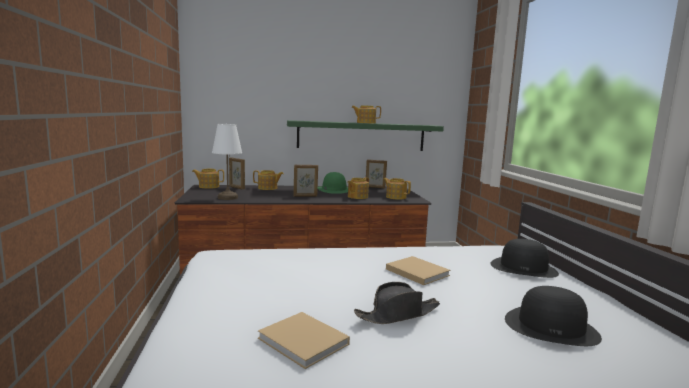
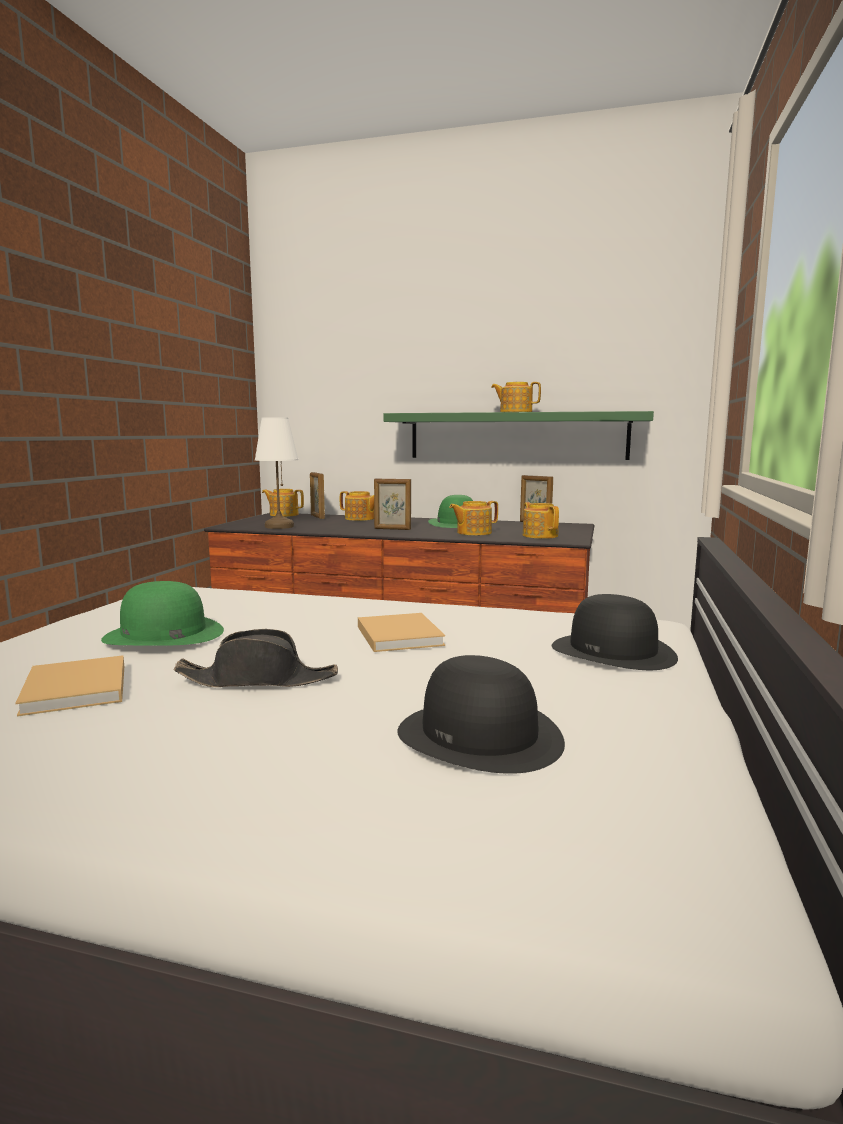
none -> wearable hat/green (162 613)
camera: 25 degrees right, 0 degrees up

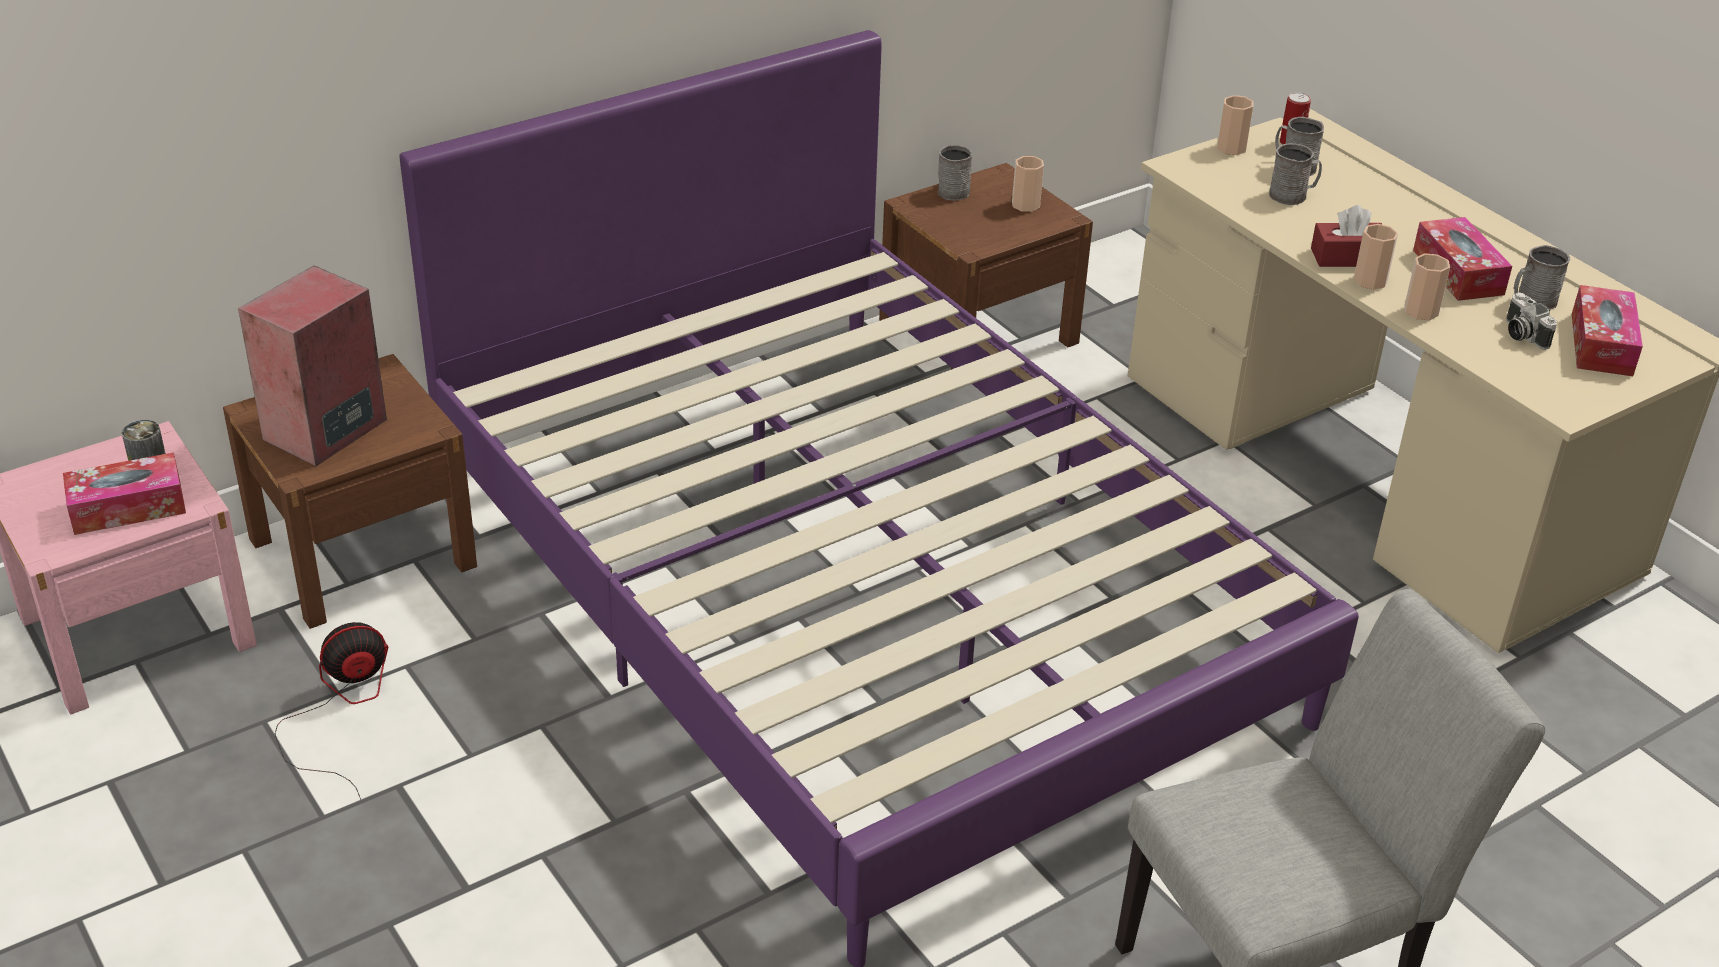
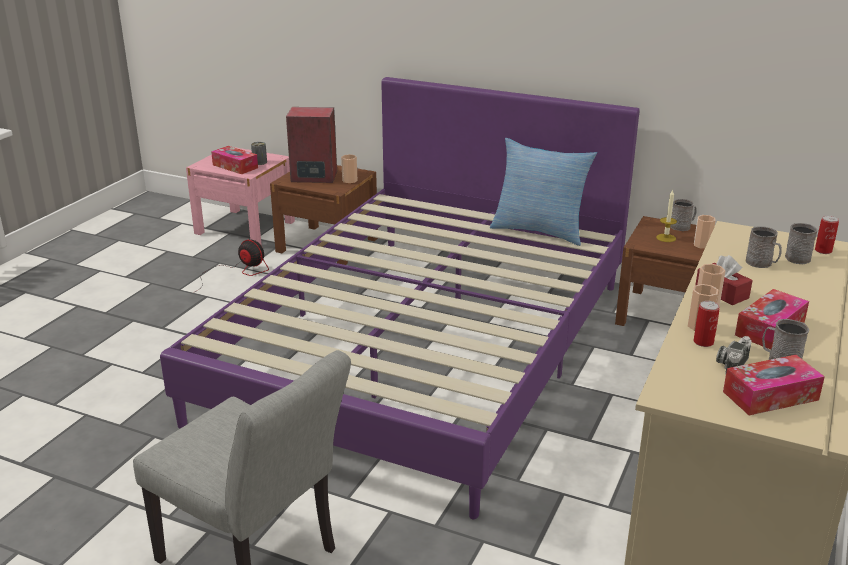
none -> pillow (543 192)
none -> wax candle (666 216)
none -> sealed can (707 324)
small cup (1235 125) -> small cup (349 168), moved
camera: 60 degrees right, 10 degrees down

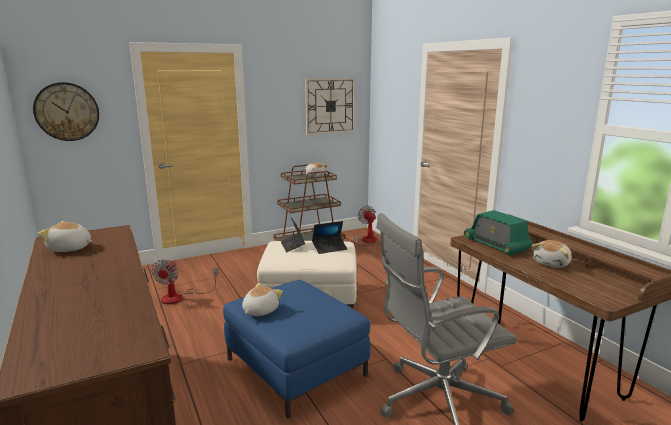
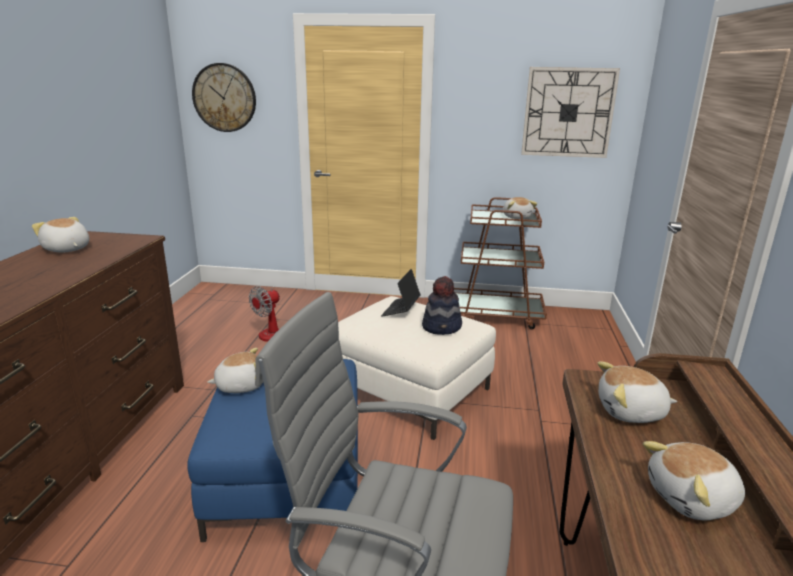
electric fan (365 226) -> none
notebook computer (329 237) -> wearable hat (442 305)
radio set (498 233) -> cuddly toy (637 392)
camera: 35 degrees right, 5 degrees up

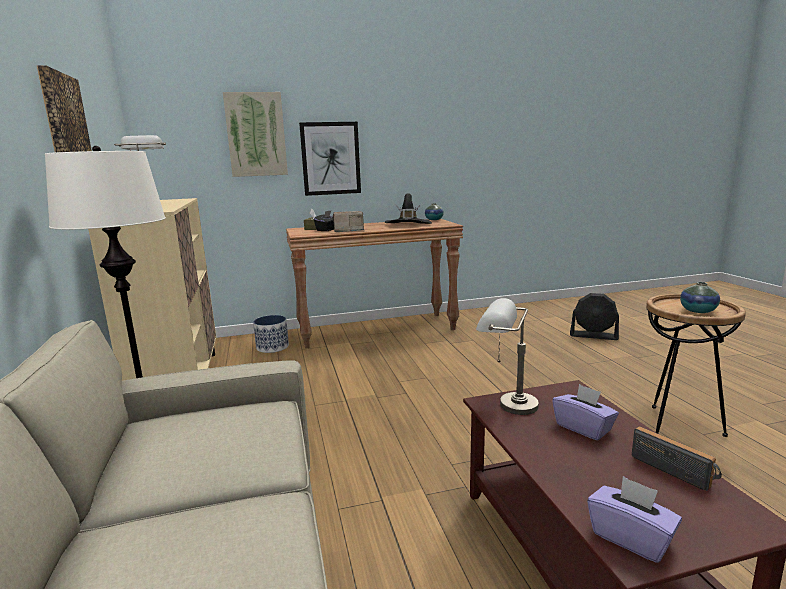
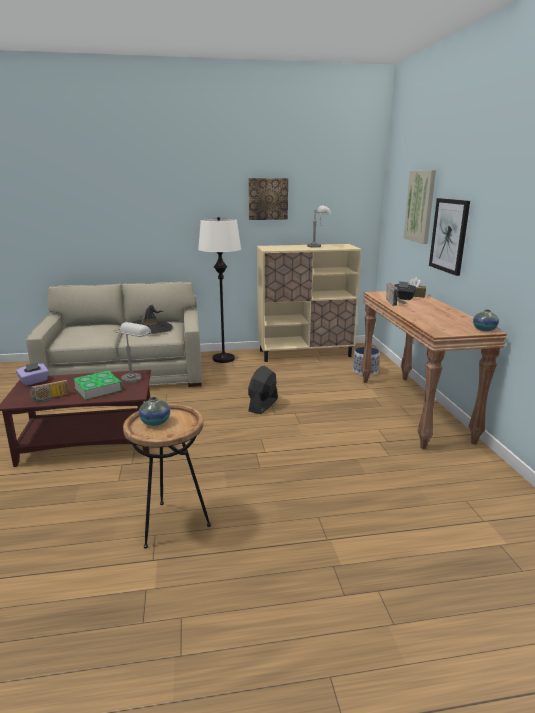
wearable hat/black-coloured (408 208) -> wearable hat/black-coloured (153 319), moved
electric fan/black-coloured (594 316) -> electric fan/black-coloured (263 390), moved
box of tissues/purple-coloured (585 412) -> volume (97 385)
camera: 95 degrees right, 5 degrees up

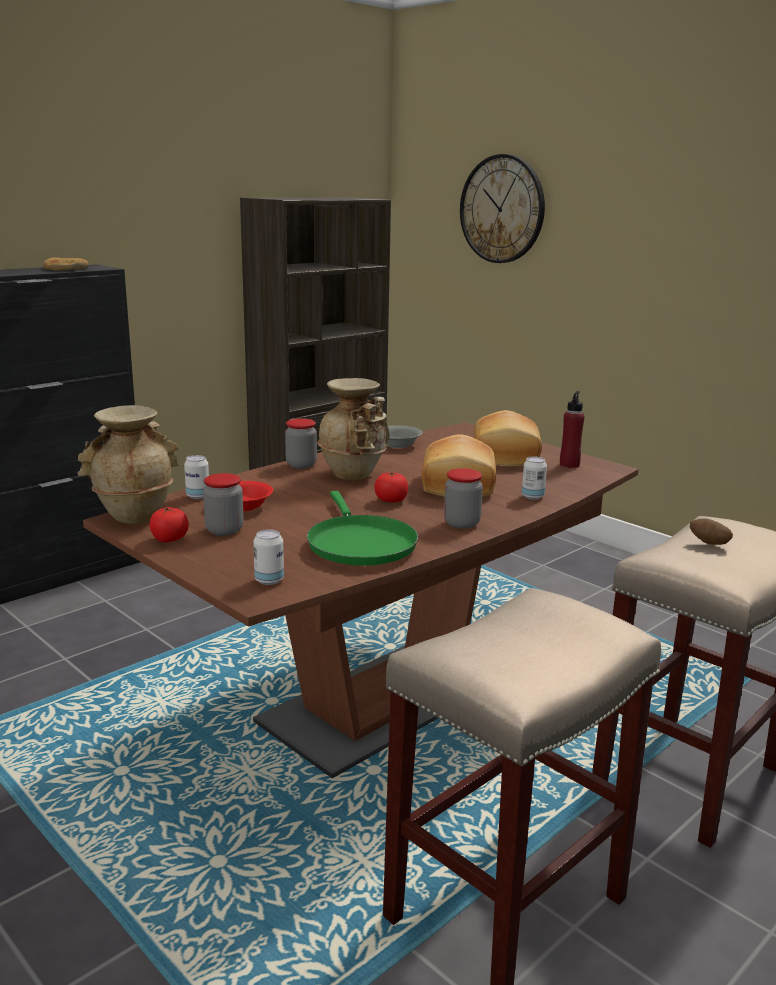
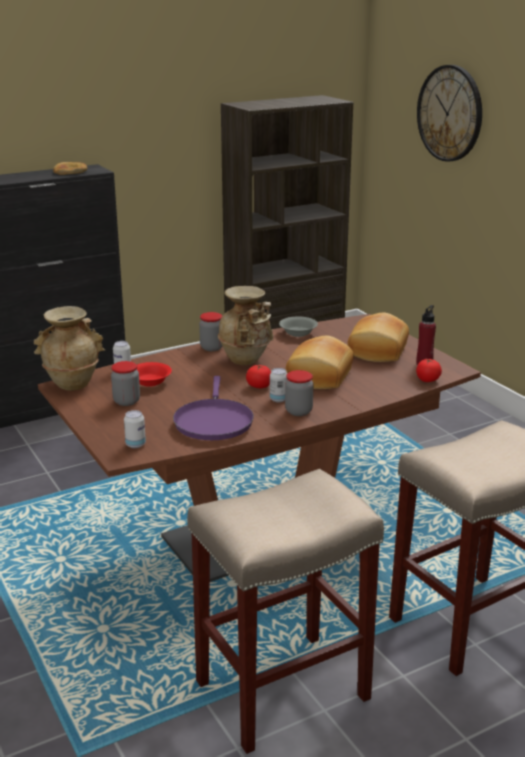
spud (711 532) -> none
fresh tomato (169 524) -> fresh tomato (429 370), moved
sealed can (534 478) -> sealed can (278 385), moved
pan/green (362 528) -> pan/purple-coloured (213 408)
camera: 15 degrees right, 5 degrees up

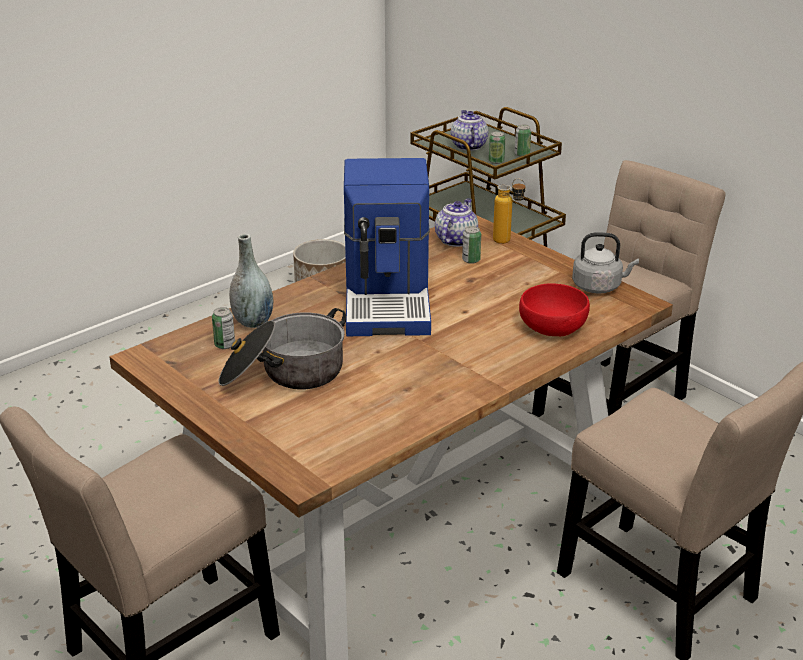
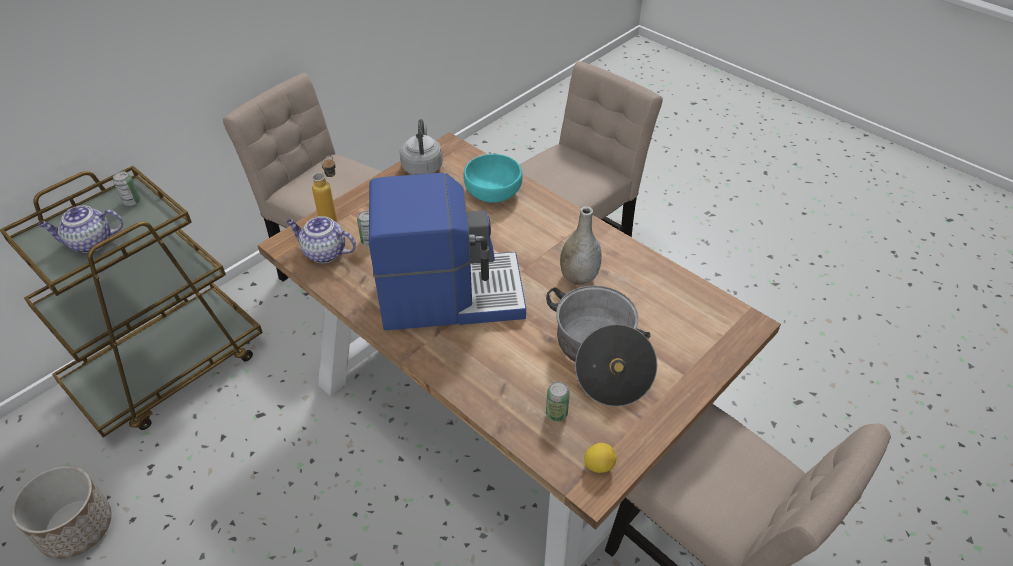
sealed can (497 147) -> none
none -> whole lemon (600 458)
vase/gray (251 281) -> vase/gray (580 246), moved
deep dish/reddish (554 309) -> deep dish/blue-green (493 178)
camera: 95 degrees left, 15 degrees up

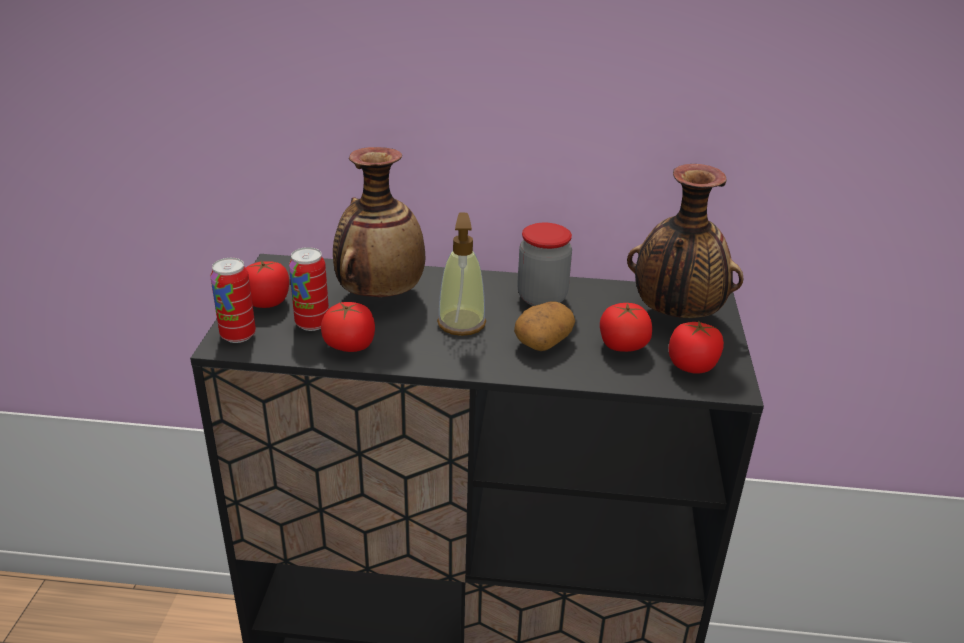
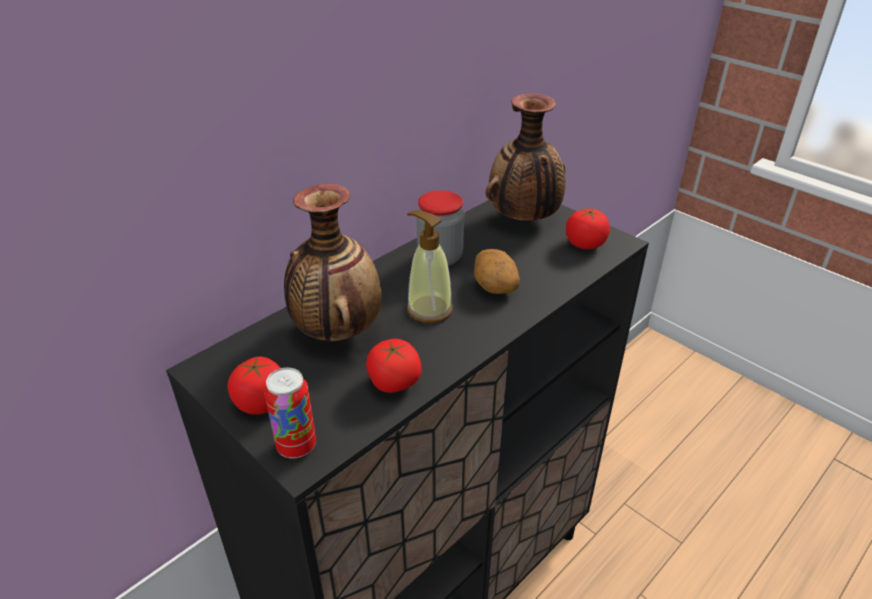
sealed can (309 289) -> none
fresh tomato (626 327) -> none
camera: 50 degrees left, 5 degrees up

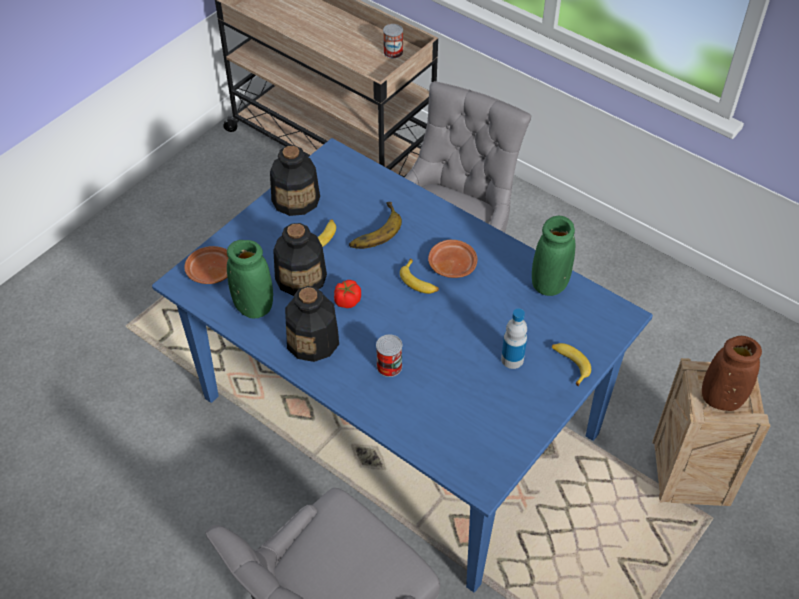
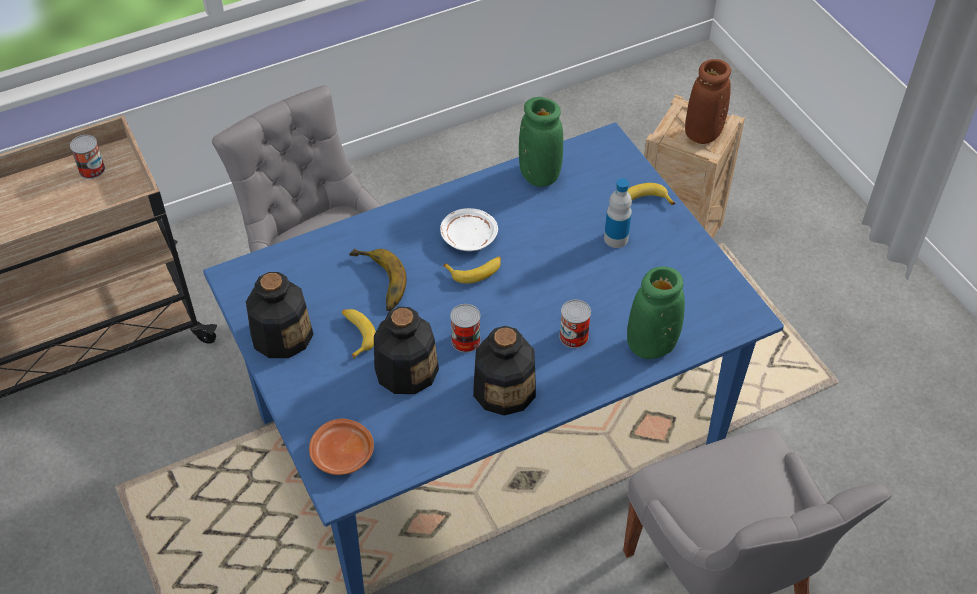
vase/green (250 279) -> vase/green (656 313), moved
fresh tomato (347 294) -> sealed can (465 328)
flat dish/brown-coloured (452 259) -> flat dish/white-coloured (469 229)
camera: 65 degrees left, 0 degrees up

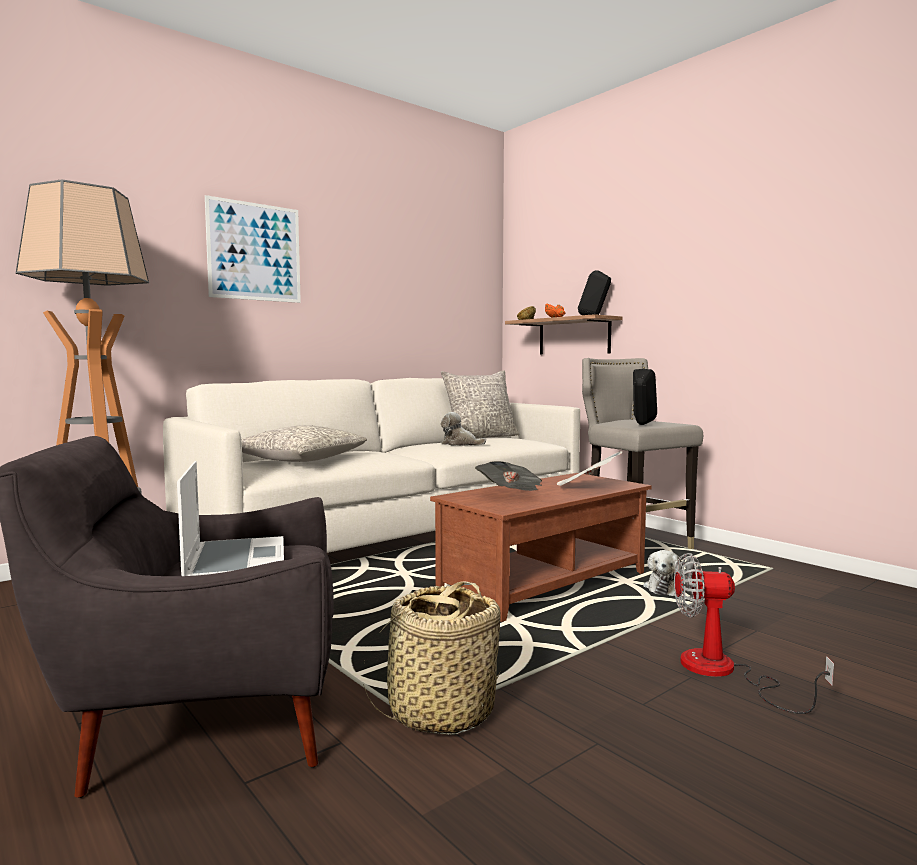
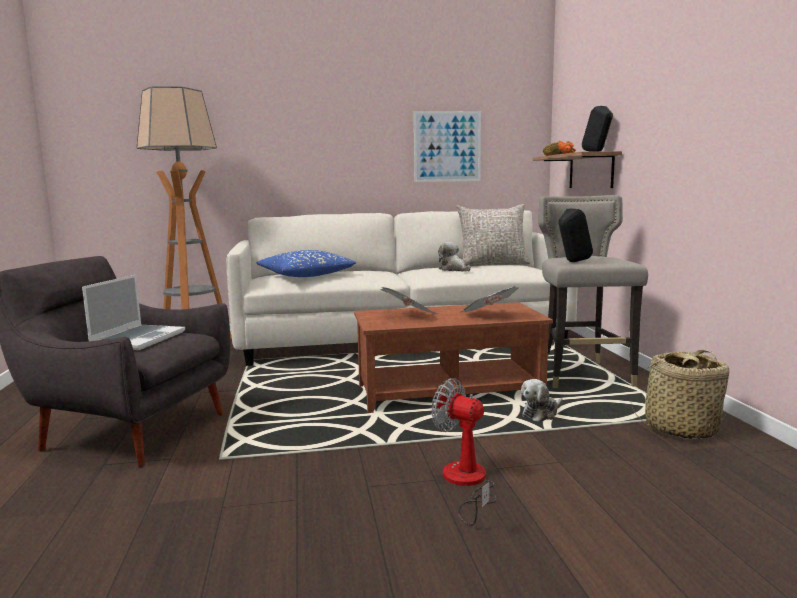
picture (253 249) -> picture (447 146), moved
basket (432 658) -> basket (680 395), moved
pillow/gray (304 443) -> pillow/blue (306 263)
camera: 30 degrees right, 5 degrees up

